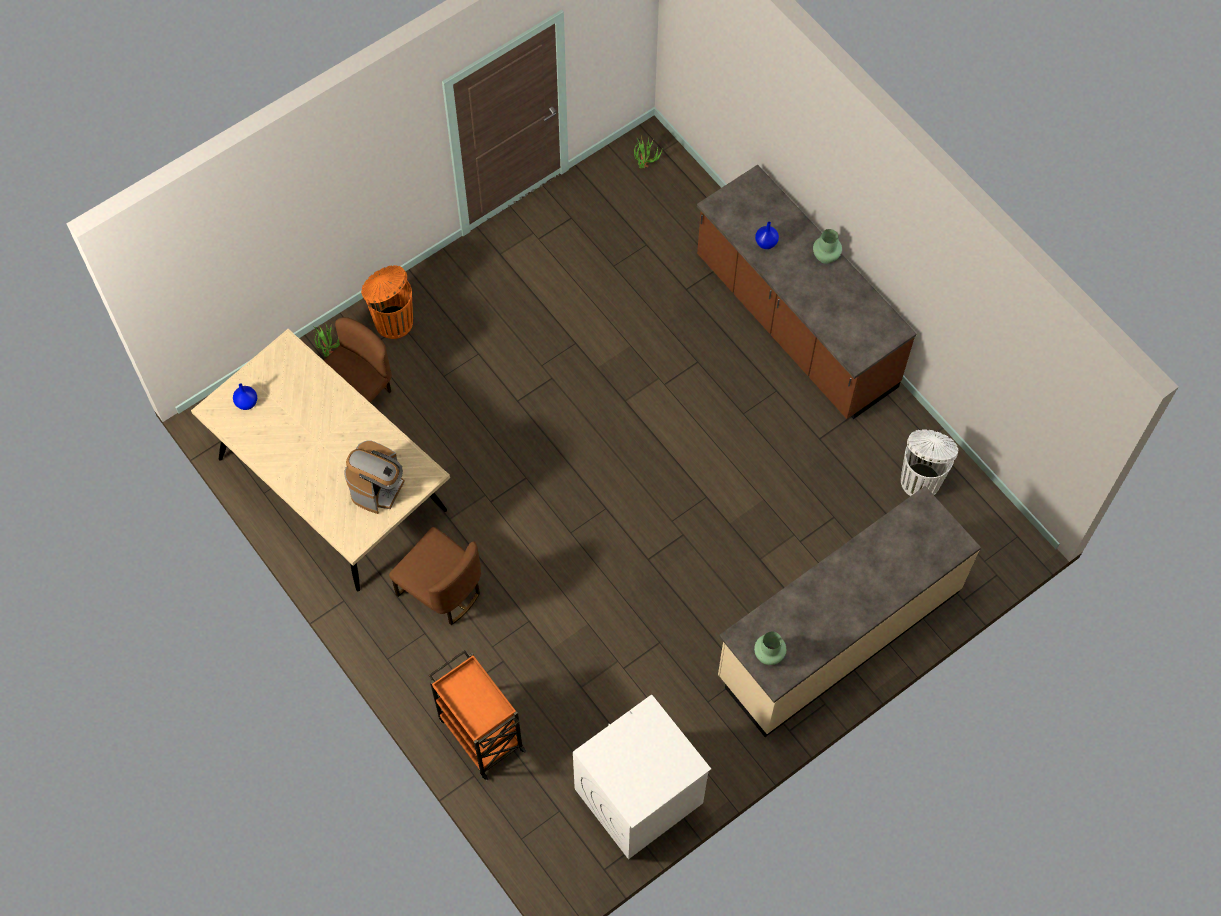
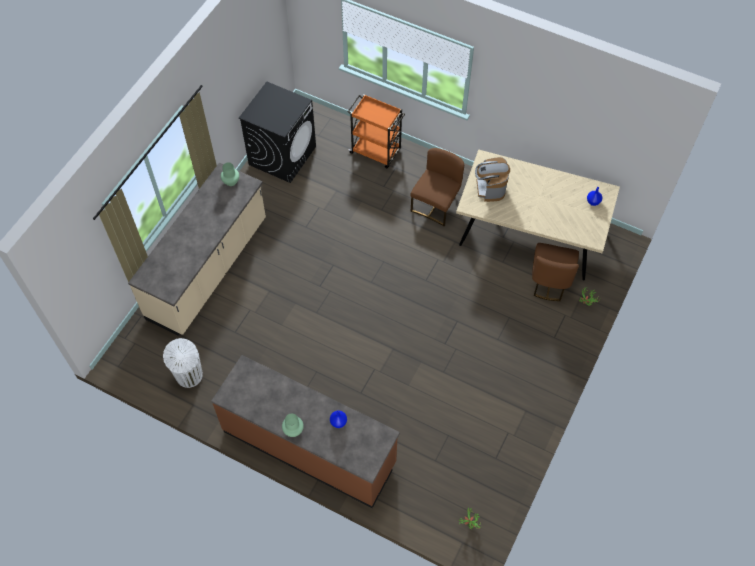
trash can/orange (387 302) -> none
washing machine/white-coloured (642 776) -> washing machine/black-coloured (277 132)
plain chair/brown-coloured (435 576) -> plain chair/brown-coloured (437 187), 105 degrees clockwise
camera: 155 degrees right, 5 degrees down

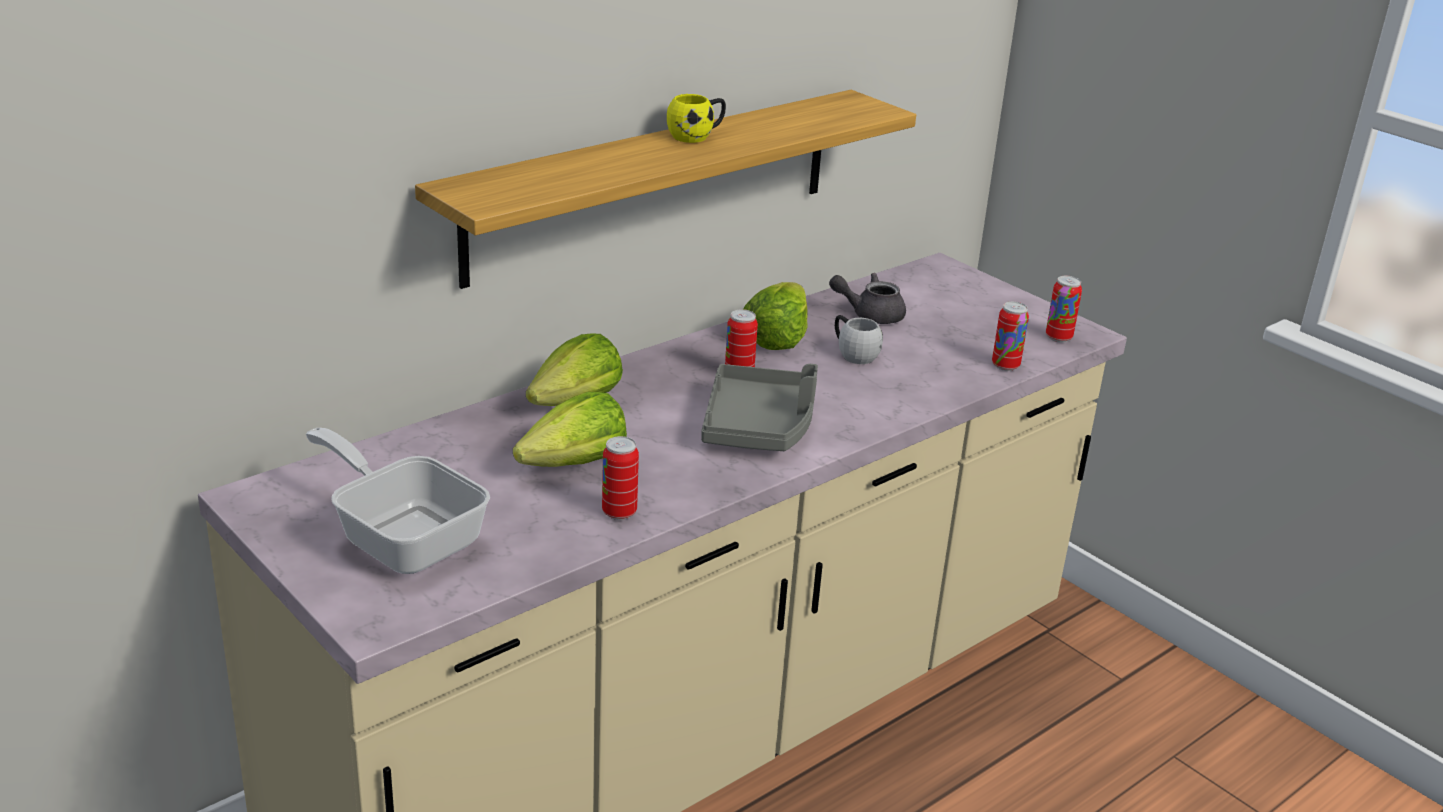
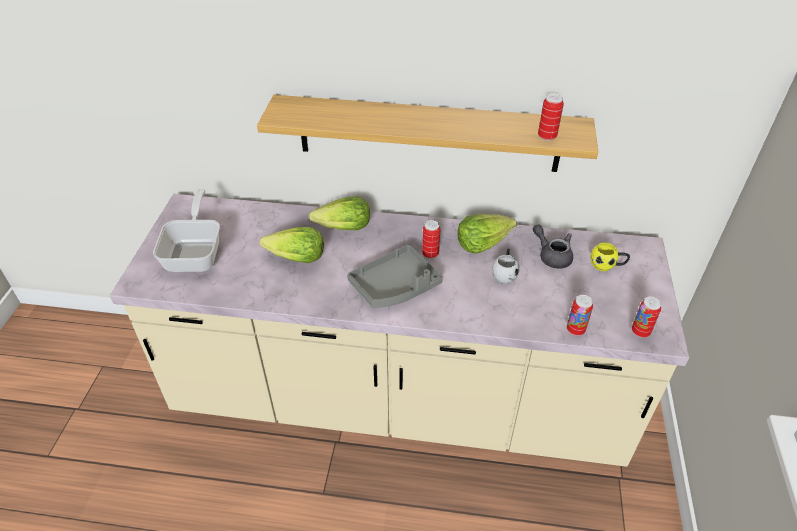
sealed can (620 478) -> sealed can (551 117), moved
tea mug/yellowish (696 118) -> tea mug/yellowish (610 257), moved
camera: 50 degrees right, 15 degrees up

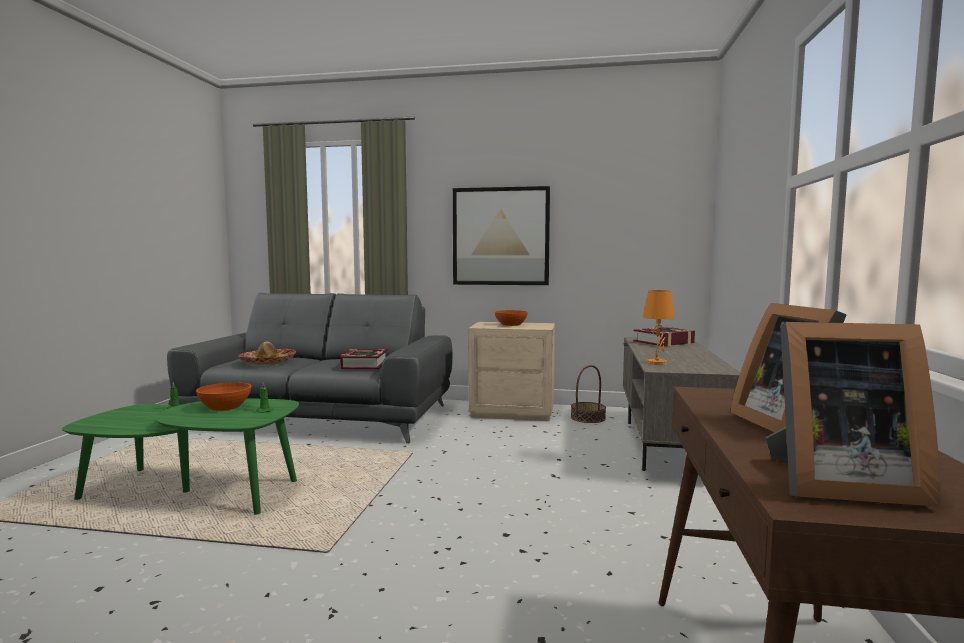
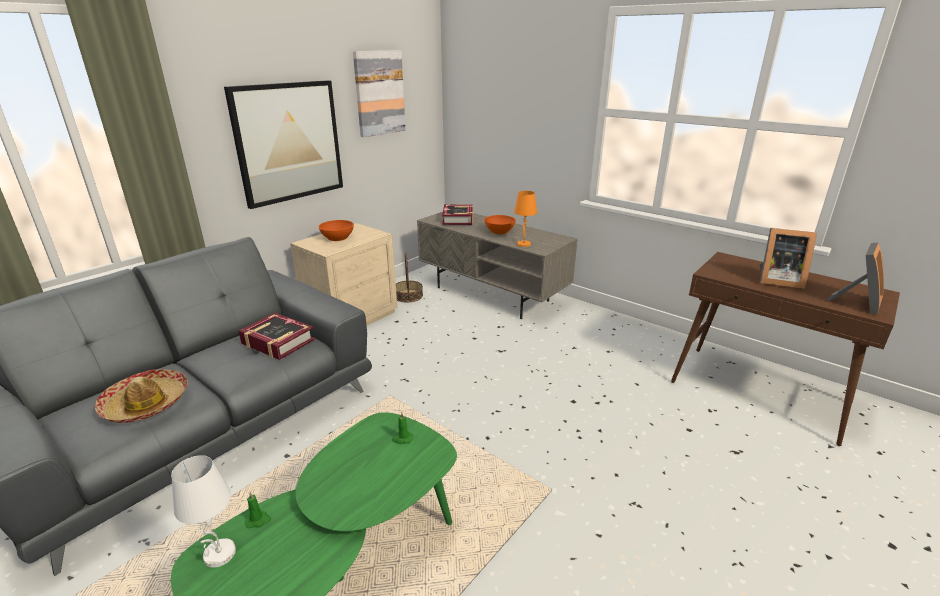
none -> tabletop lamp/white-coloured (203 511)
none -> picture (379 93)
deep dish/orange (223 396) -> deep dish/orange (500 224), moved
camera: 60 degrees left, 20 degrees up

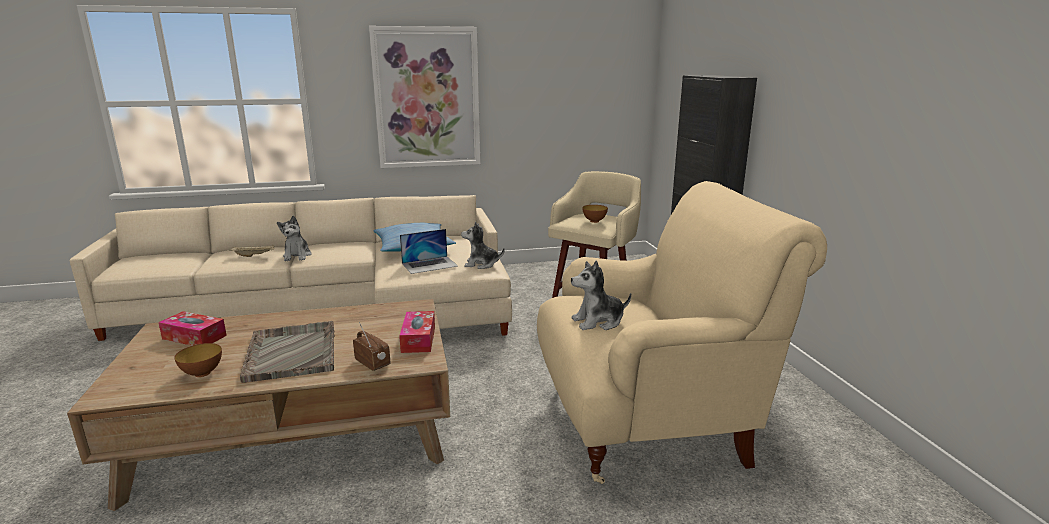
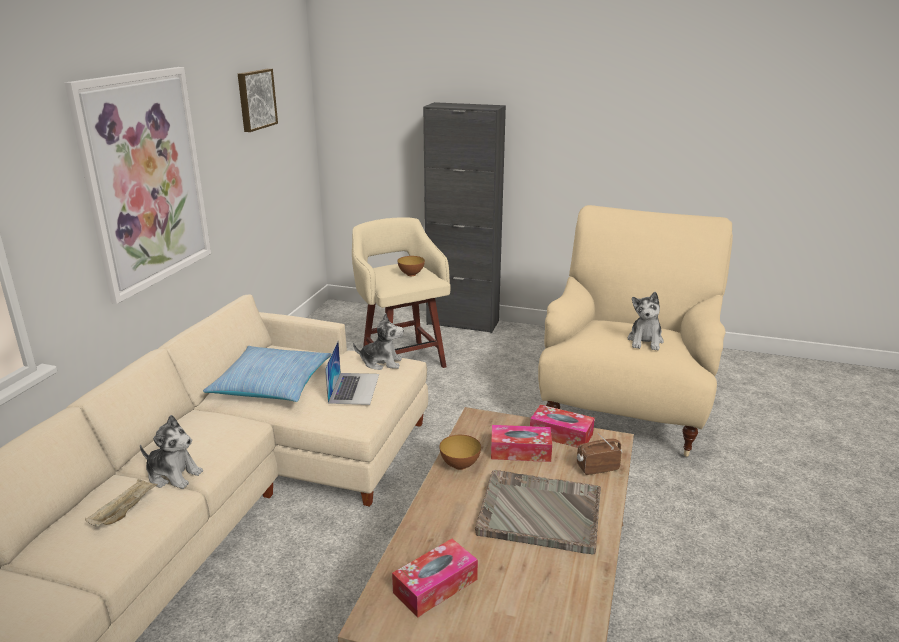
none -> picture (258 100)
none -> box of tissues (521 443)
deep dish (198 360) -> deep dish (460 452), moved
cuddly toy (483 245) -> cuddly toy (378 341), 120 degrees counterclockwise
camera: 60 degrees left, 5 degrees up

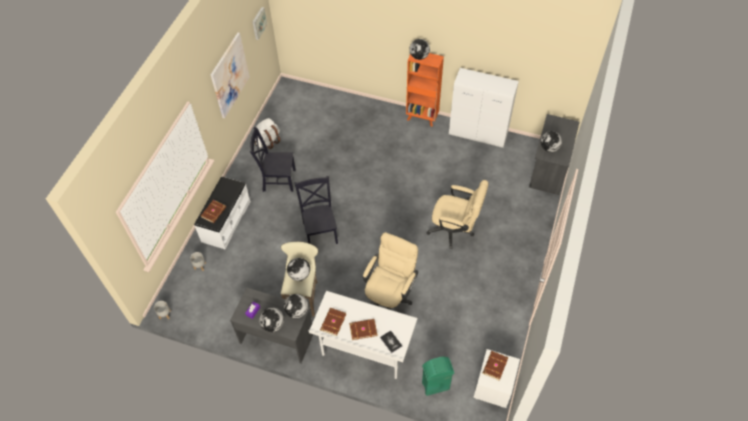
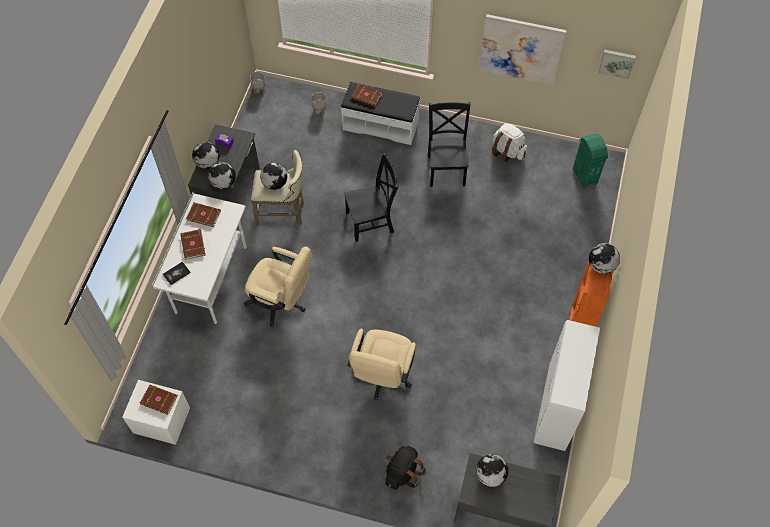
none -> rucksack/black-coloured (405 468)
trash can/green (438 376) -> trash can/green (590 161), moved
camera: 85 degrees right, 5 degrees up

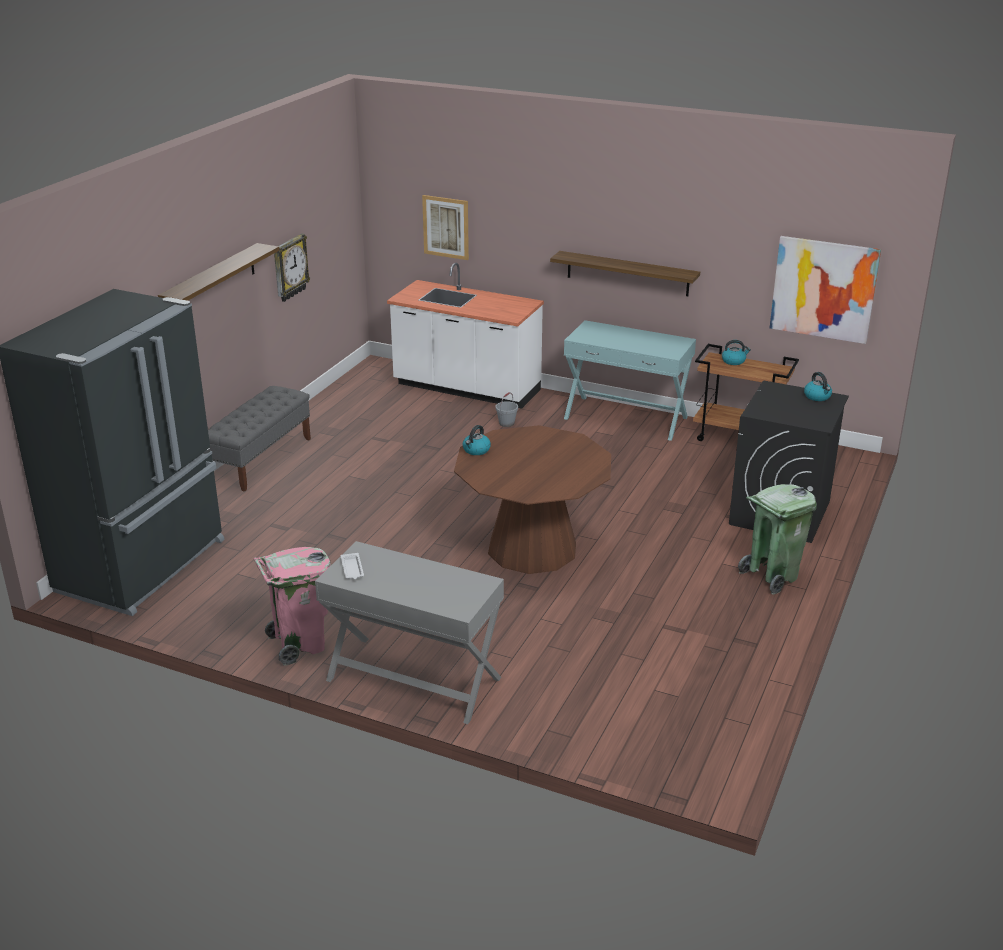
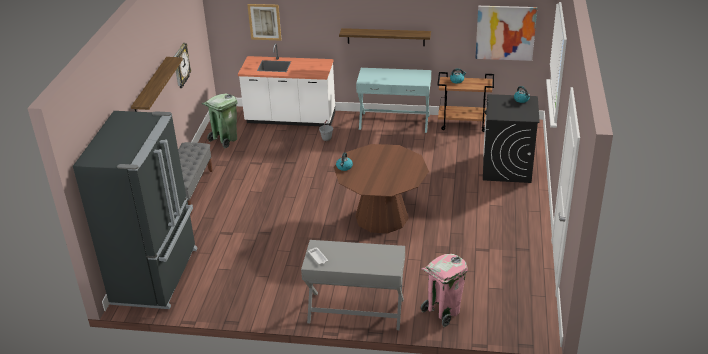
trash can/pink (292 606) -> trash can/pink (444 290), moved
trash can/green (777 539) -> trash can/green (219 121), moved
camera: 15 degrees left, 5 degrees up

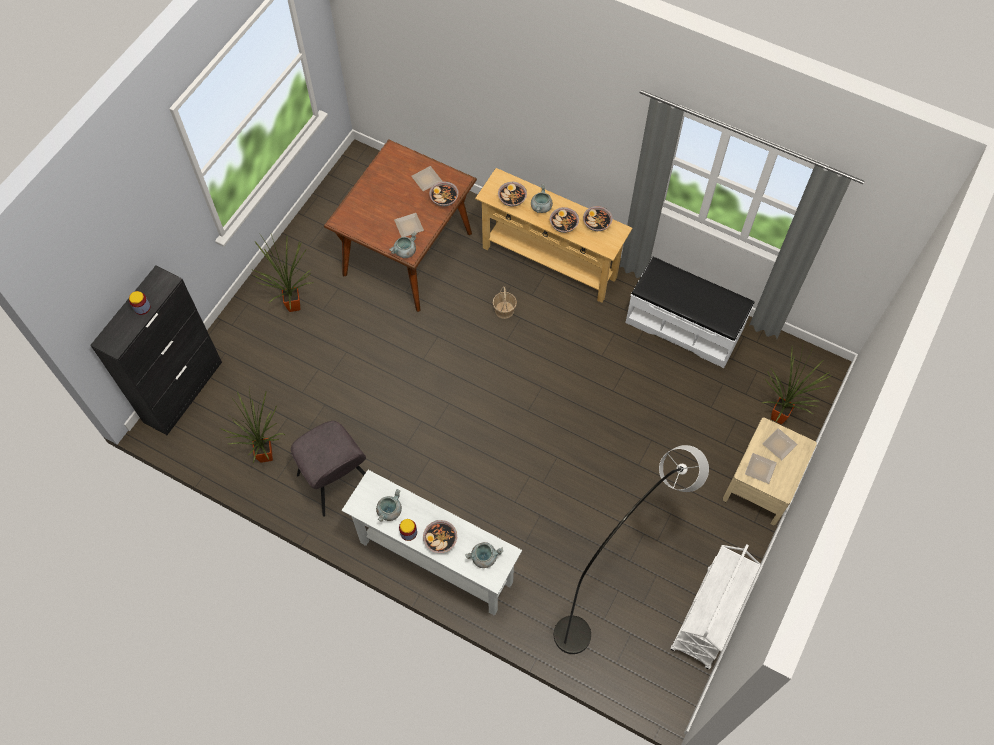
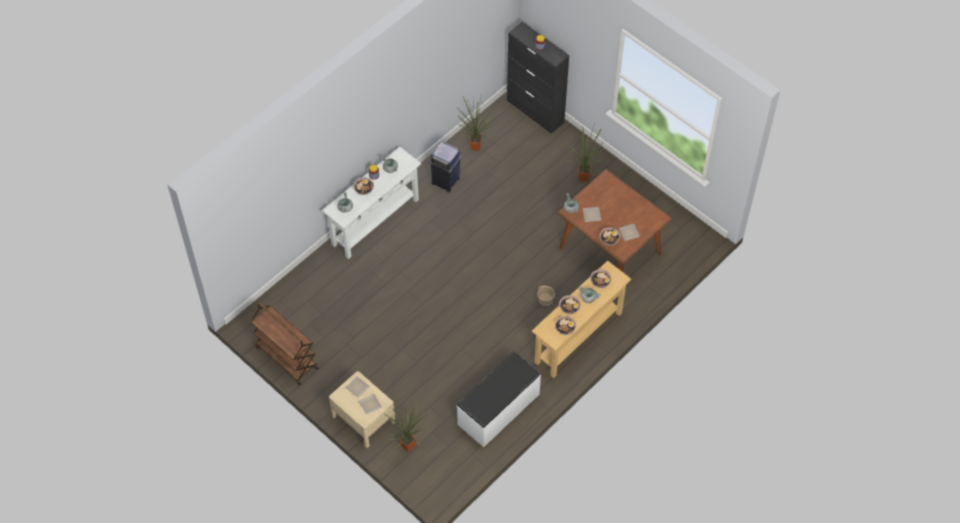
standing lamp/gray (631 549) -> none
plain chair/gray (328 469) -> trash can/blue (446 167)
cart/white-coloured (715 607) -> cart/brown-coloured (285 344)
camera: 105 degrees right, 5 degrees down

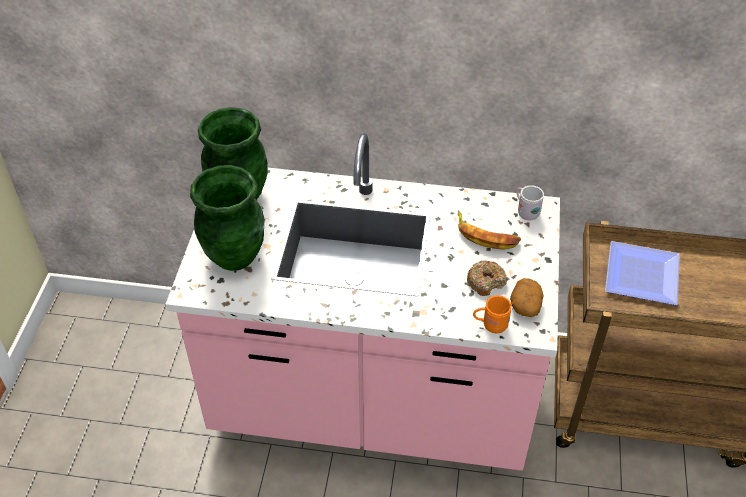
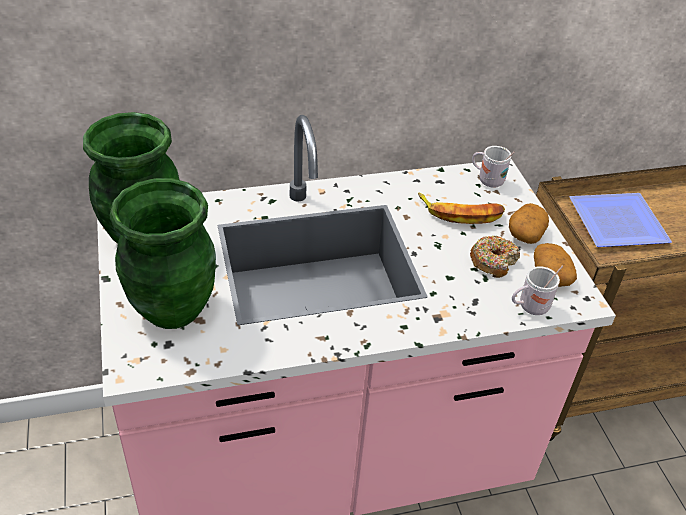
none -> spud (529 223)
tea mug/orange (494 314) -> tea mug/white-coloured (537 290)
camera: 25 degrees left, 5 degrees down

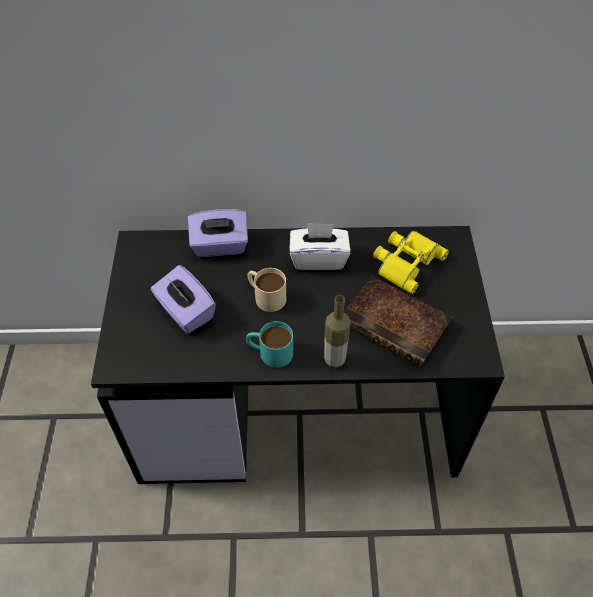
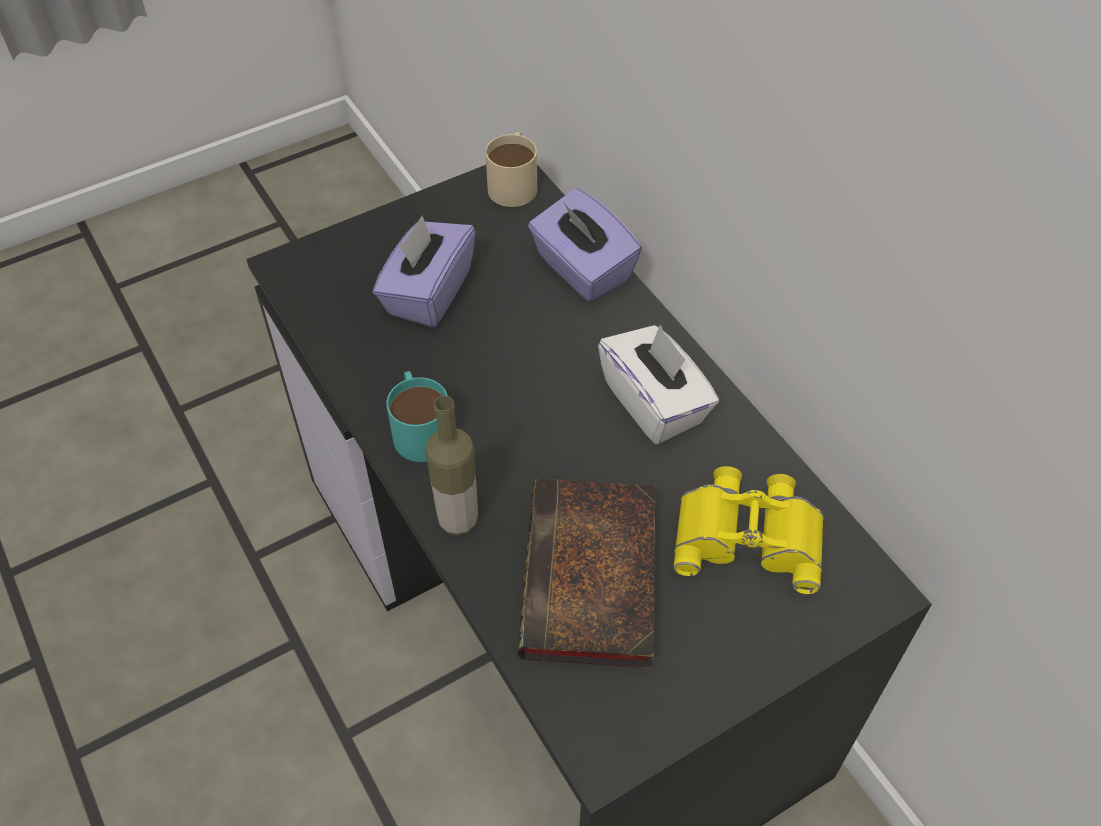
tea mug/sand-coloured (266 290) -> tea mug/sand-coloured (511 169), moved
camera: 60 degrees right, 0 degrees up

